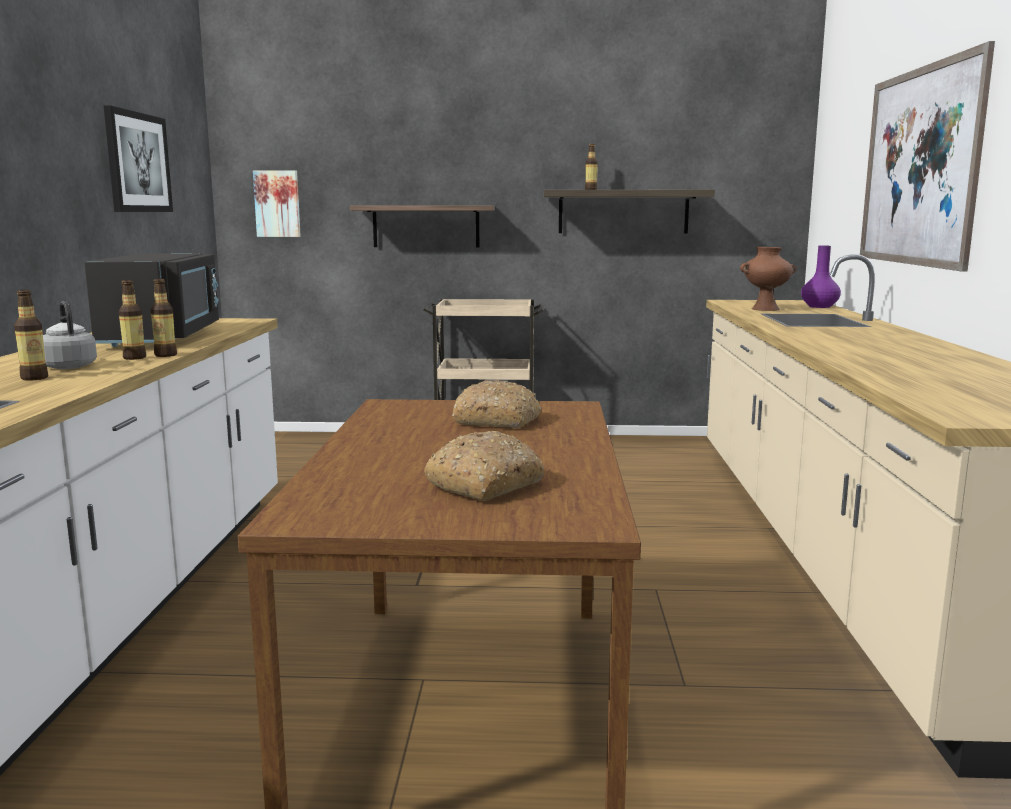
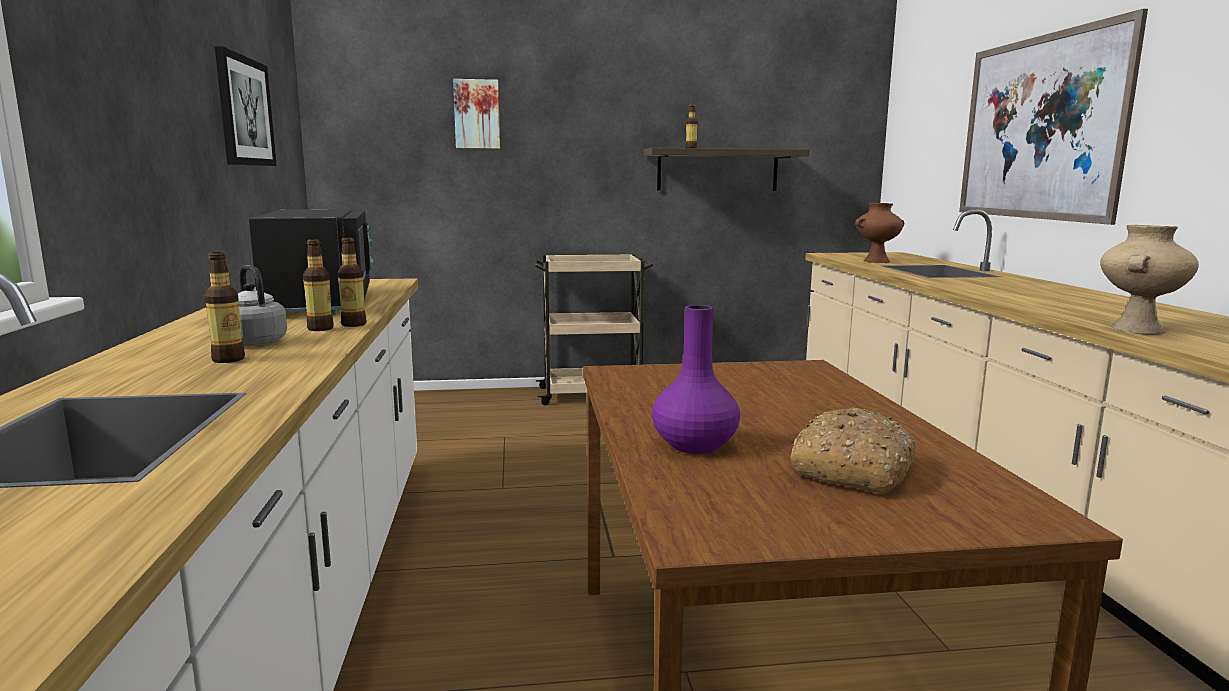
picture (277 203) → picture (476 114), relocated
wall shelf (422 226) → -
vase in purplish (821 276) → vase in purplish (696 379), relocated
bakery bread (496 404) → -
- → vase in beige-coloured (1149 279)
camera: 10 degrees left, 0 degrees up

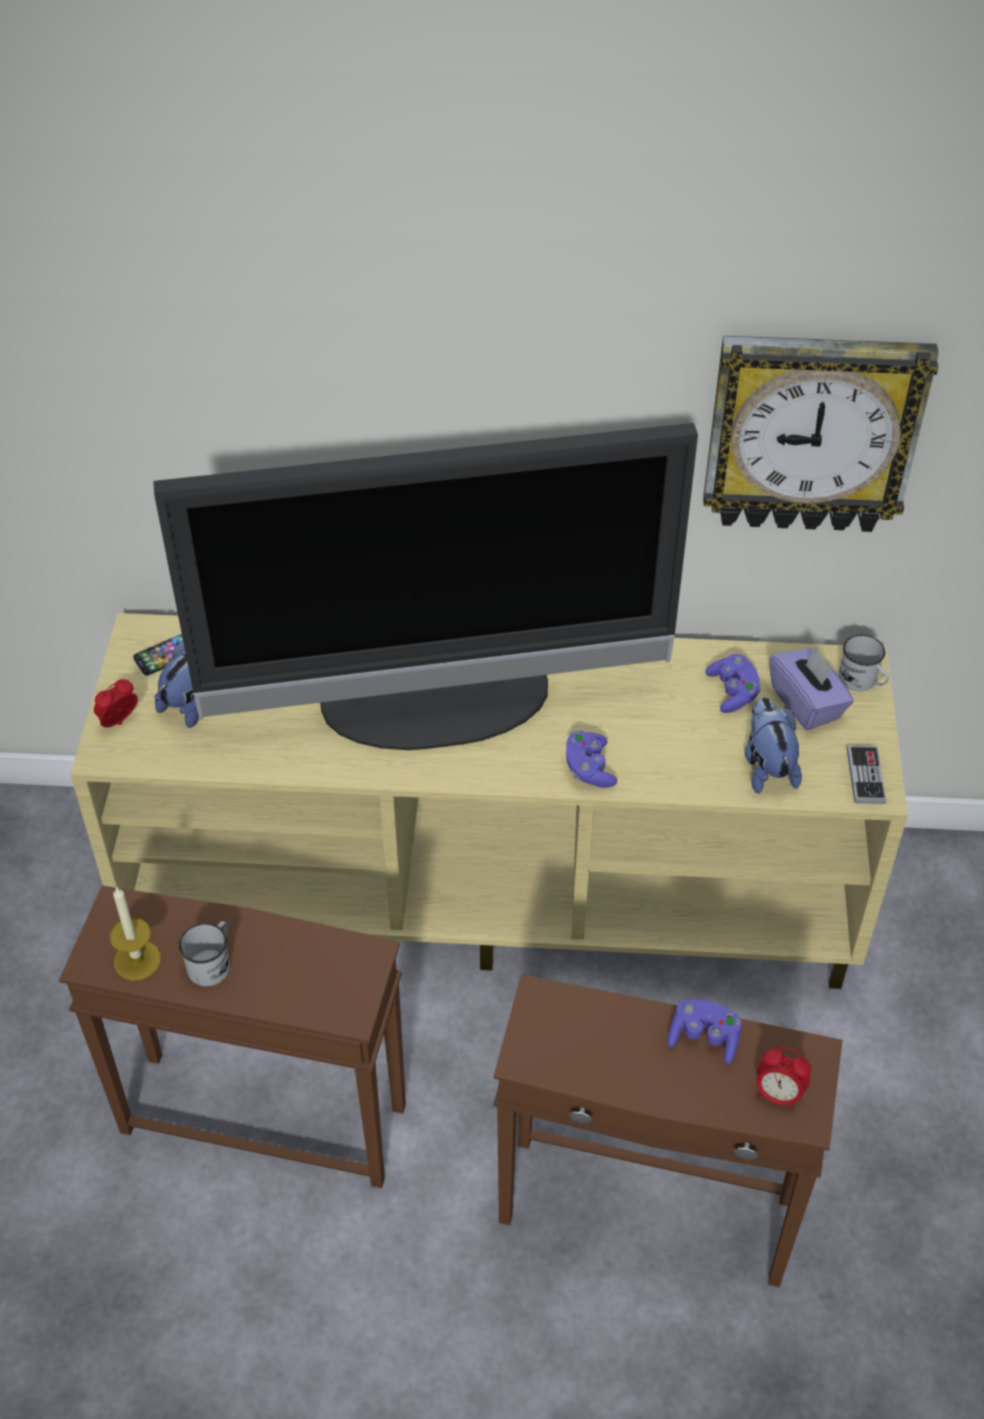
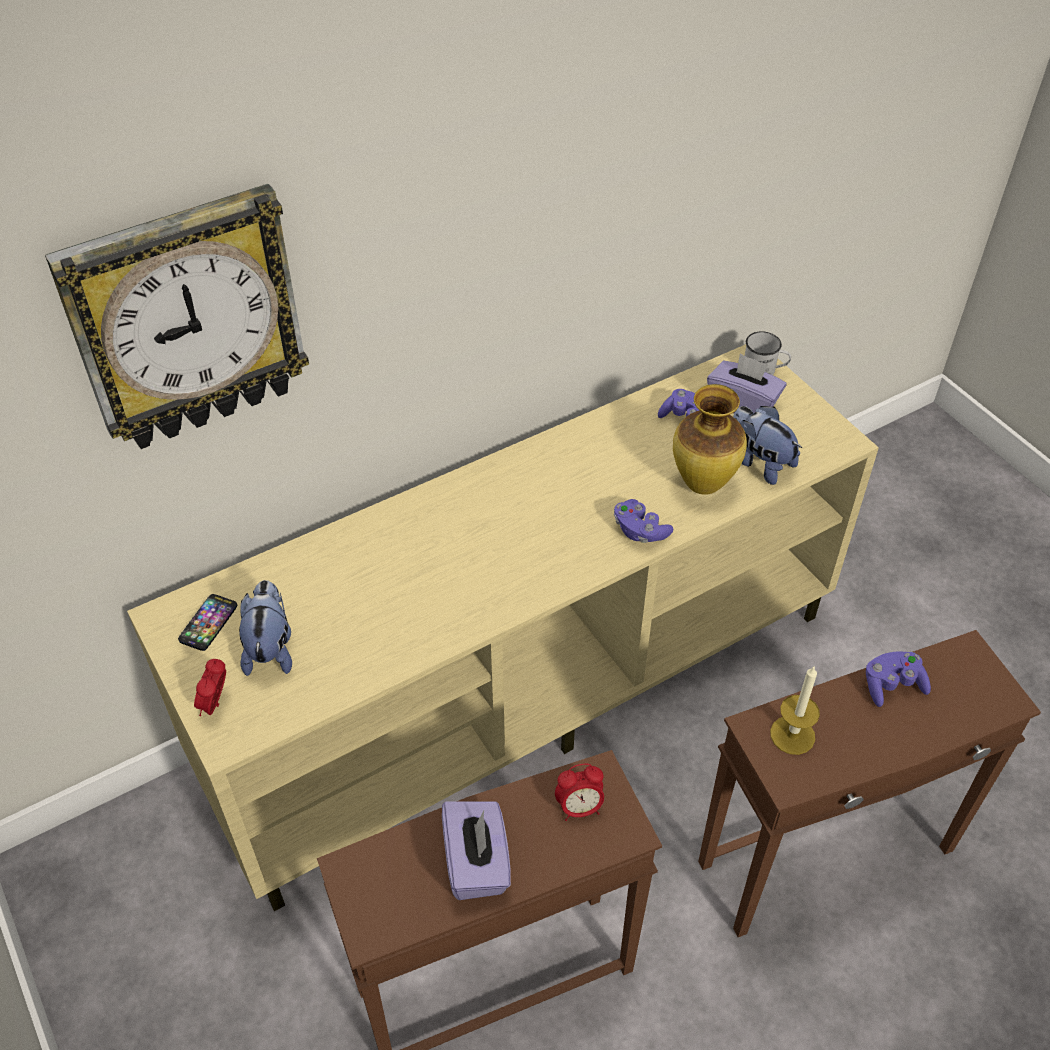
hanging clock (821 434) → hanging clock (177 316), relocated
TV set (425 586) → -
game controller (866 774) → -
wax light (135 933) → wax light (795 711), relocated
coffee mug in whitish (204 953) → box of tissues in purplish (476 850)
alarm clock (784 1079) → alarm clock (579 792), relocated
- → vase (710 439)
camera: 35 degrees left, 0 degrees up

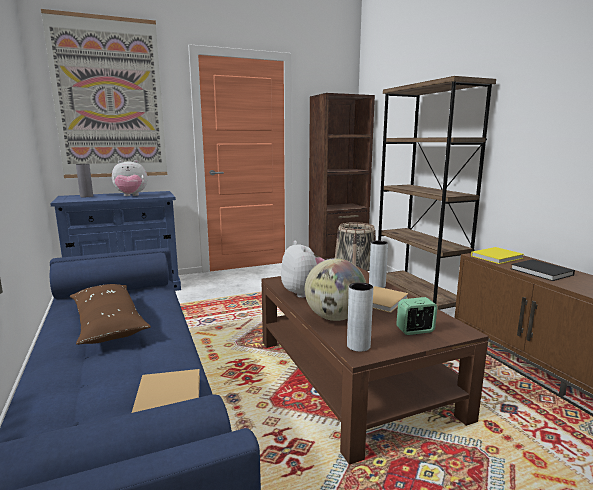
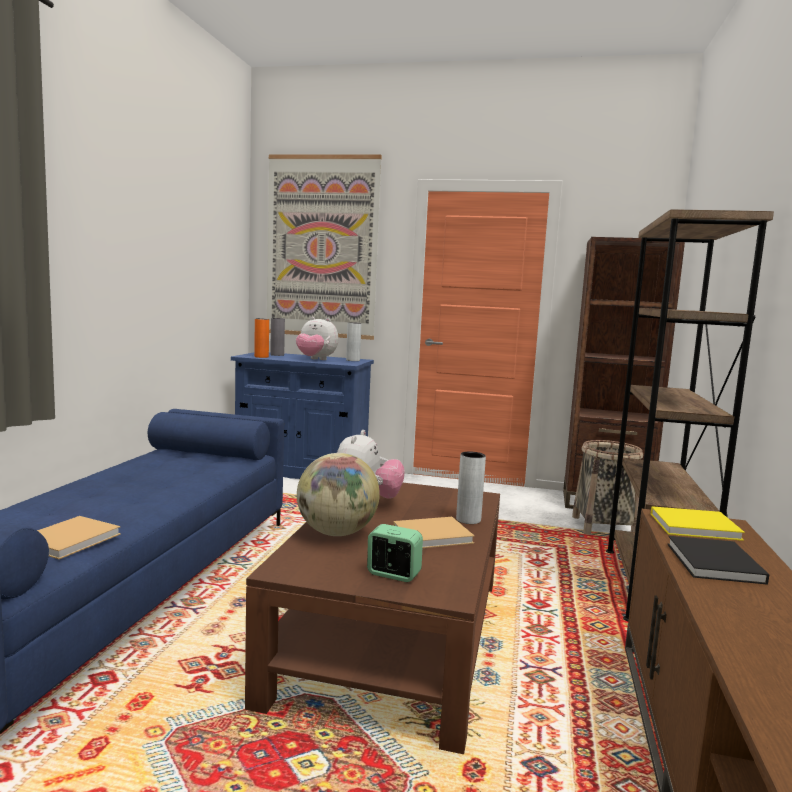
vase in greyish (360 317) → vase in greyish (353 341), relocated
pillow in brown (110 314) → -
- → vase in orange-coloured (261 338)
camera: 35 degrees right, 5 degrees down

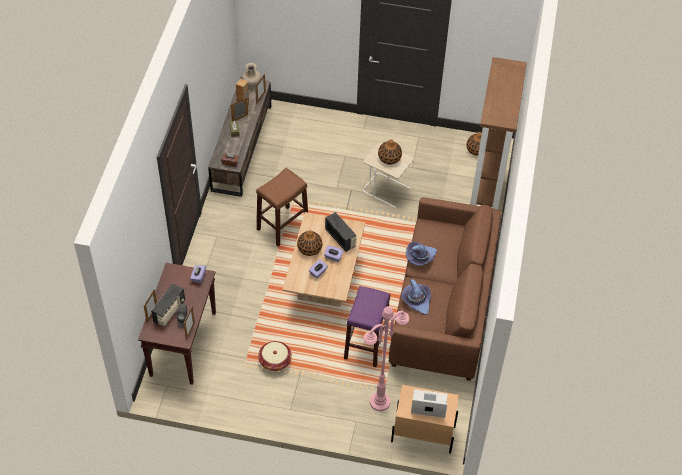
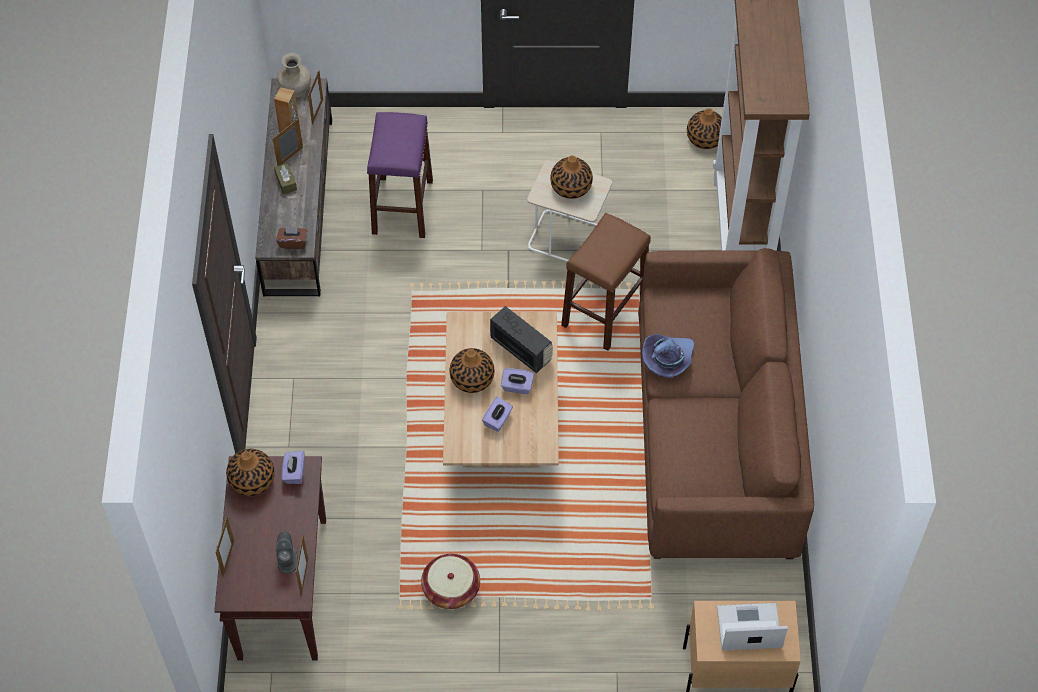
stool seat in brown (282 207) → stool seat in brown (606 281), relocated
clothing hat in purplish (416 297) → -
radio receiver (168 305) → -
stool seat in purplish (367 326) → stool seat in purplish (400 175), relocated
floor lamp in pink (386 358) → -
- → vase (250 472)
camera: 10 degrees left, 5 degrees up

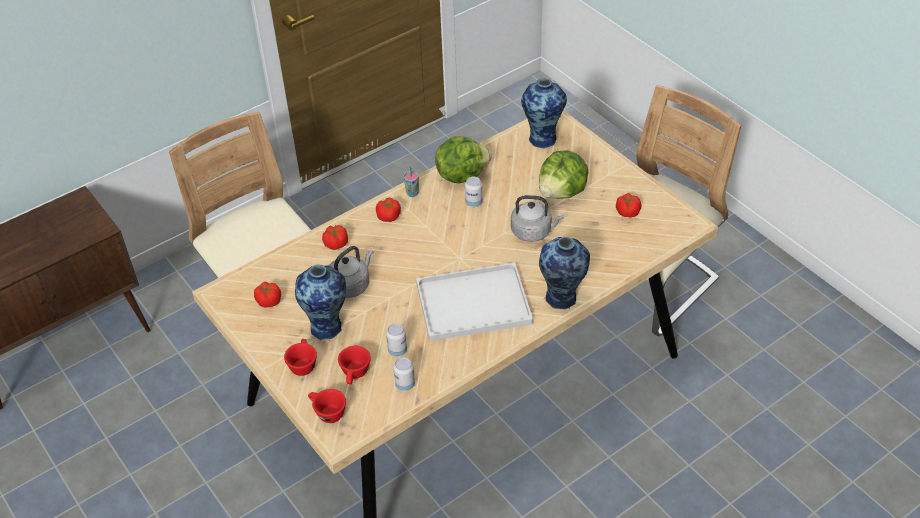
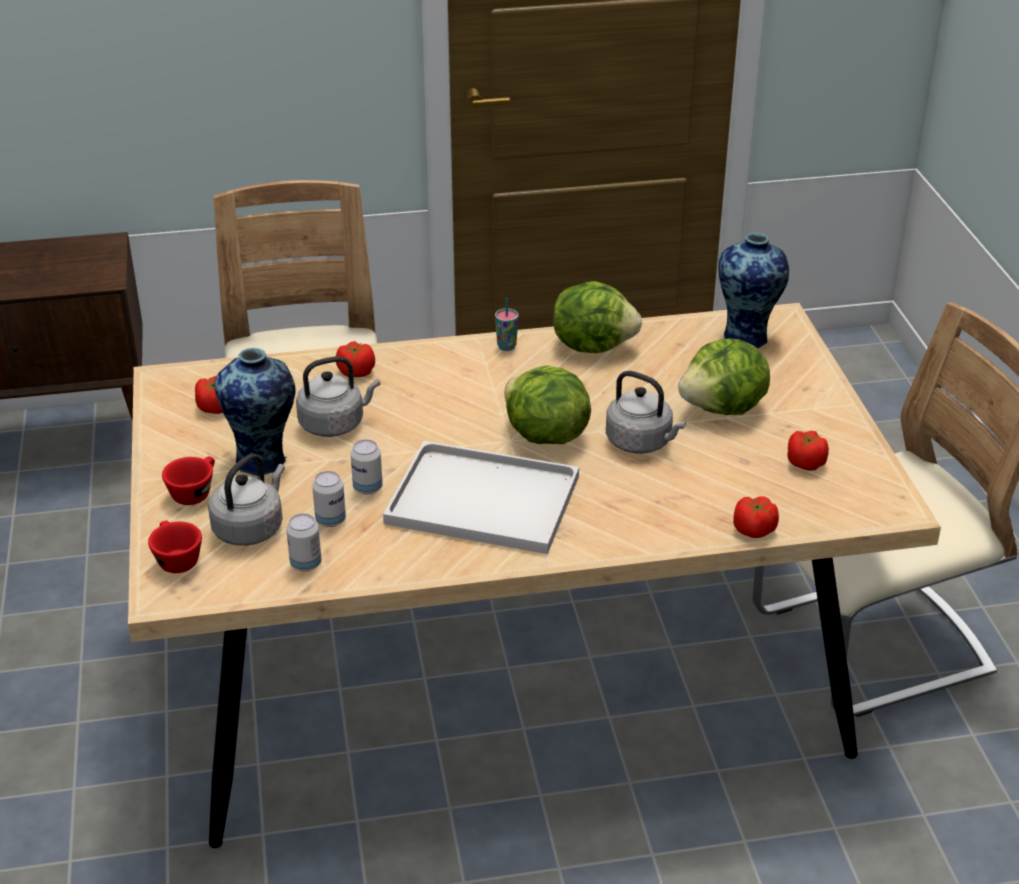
can (473 192) → can (367 467), relocated
whole tomato (388 210) → whole tomato (756 517), relocated
vase (564 273) → -
drinking cup in reddish (354 365) → water kettle in greyish (246 500)
- → lettuce (548 405)
camera: 25 degrees right, 10 degrees down

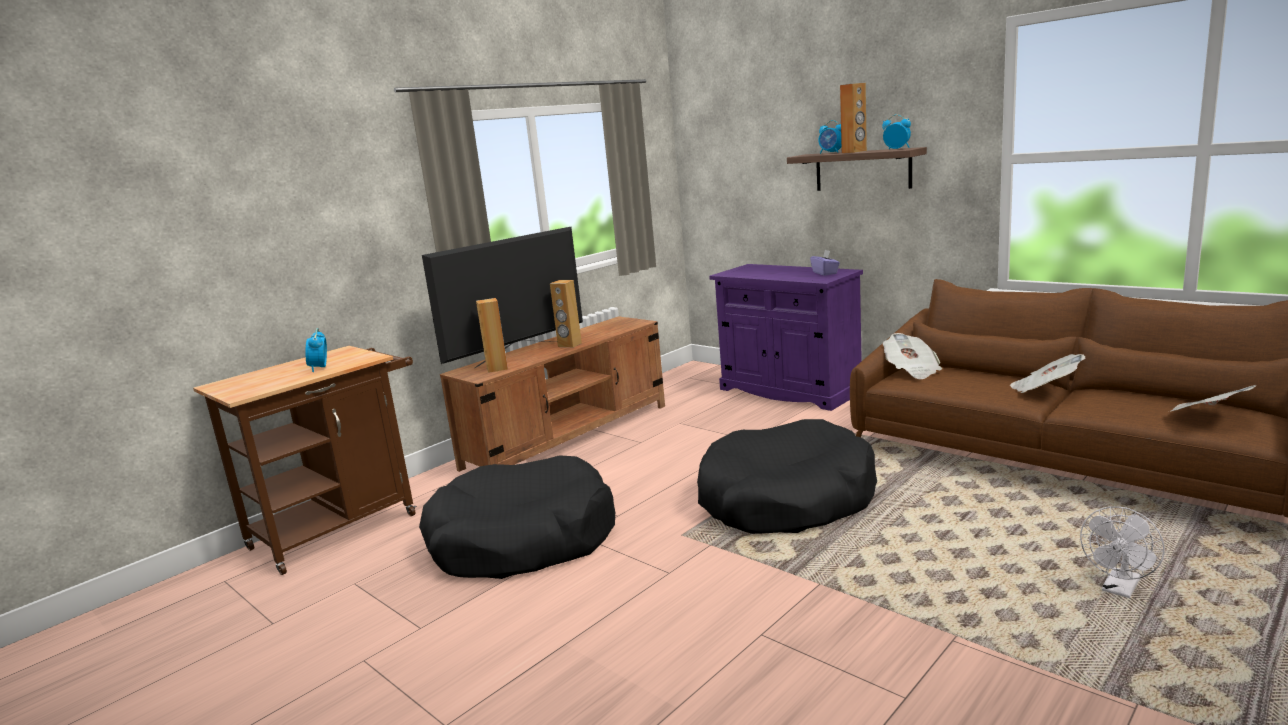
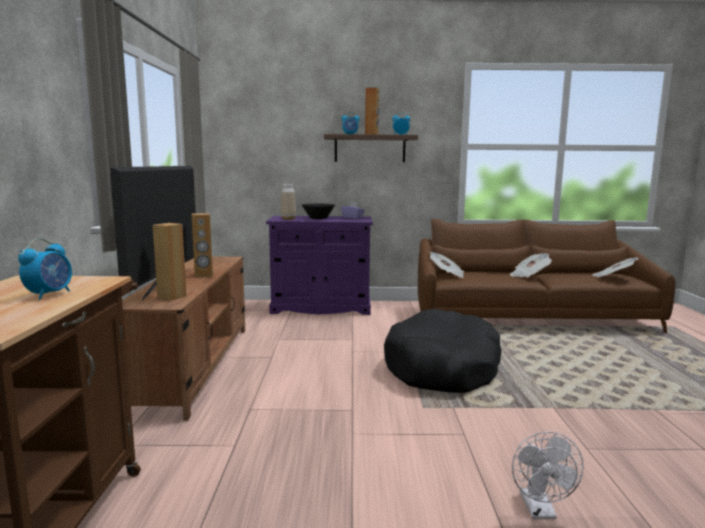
alarm clock (316 350) → alarm clock (45 269), 105 degrees counterclockwise
pet bed in blackish (517 517) → -
cooling fan in whitish (1122 552) → cooling fan in whitish (548 475), relocated
- → vase (288 202)
- → bowl in blackish (318 212)
camera: 45 degrees left, 5 degrees down

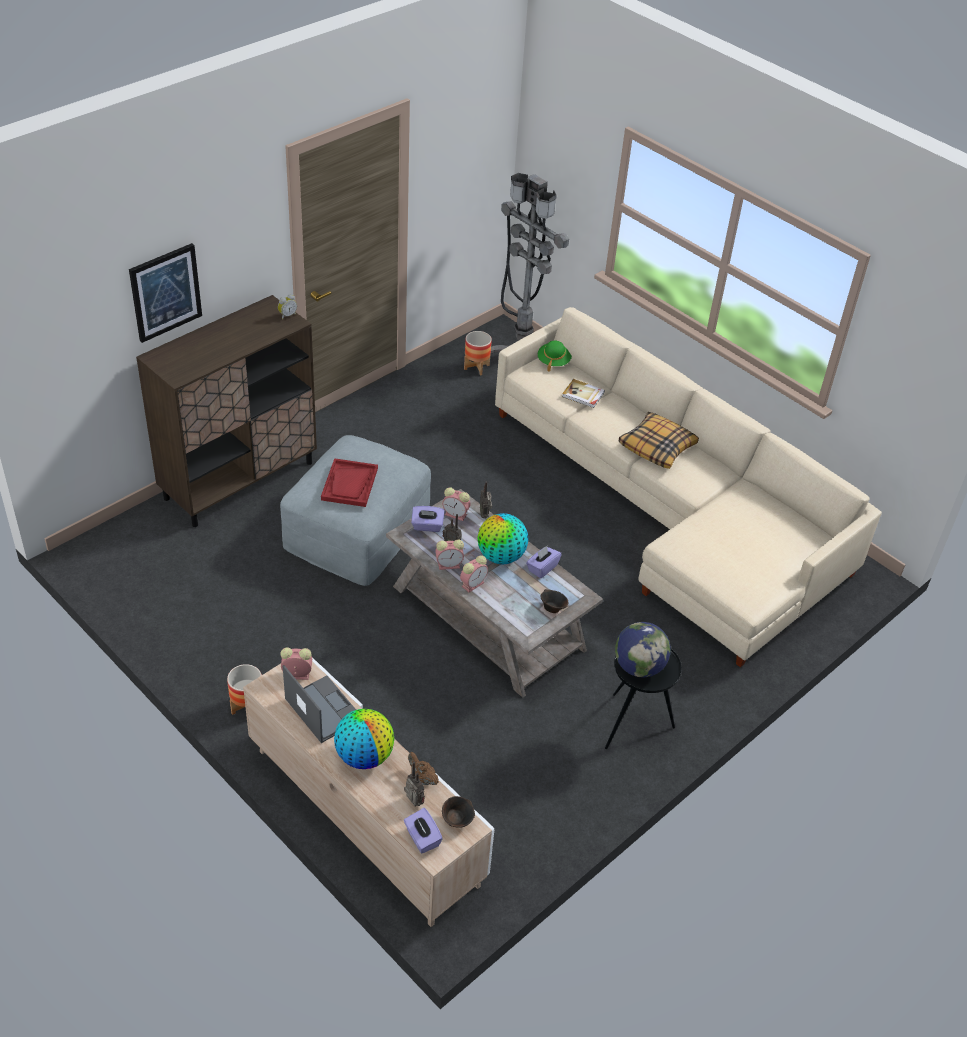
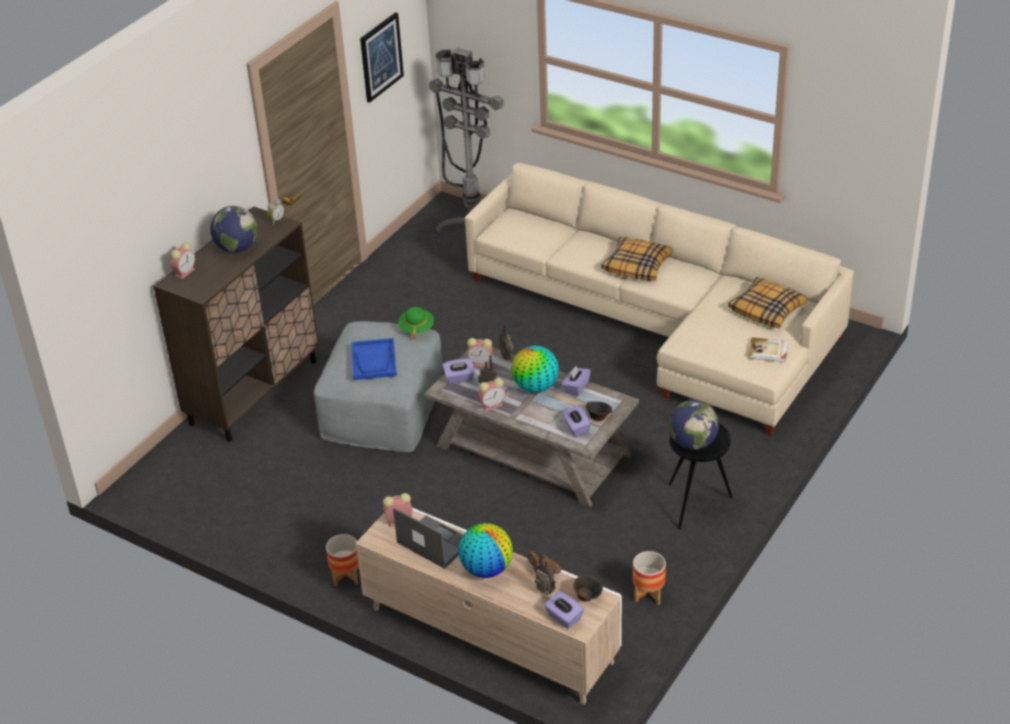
picture (165 293) → picture (382 57), relocated
planter (478 353) → planter (649 578), relocated
clothing hat in greenish (555 356) → clothing hat in greenish (416 323), relocated
volume (583 393) → volume (768 349), relocated
tray in reddish (349 482) → tray in blue (374 359)
alarm clock (474 573) → alarm clock (182 260), relocated
- → globe (234 229)
- → pillow (767 302)
- → box of tissues in purplish (576 421)
camera: 10 degrees left, 5 degrees down

